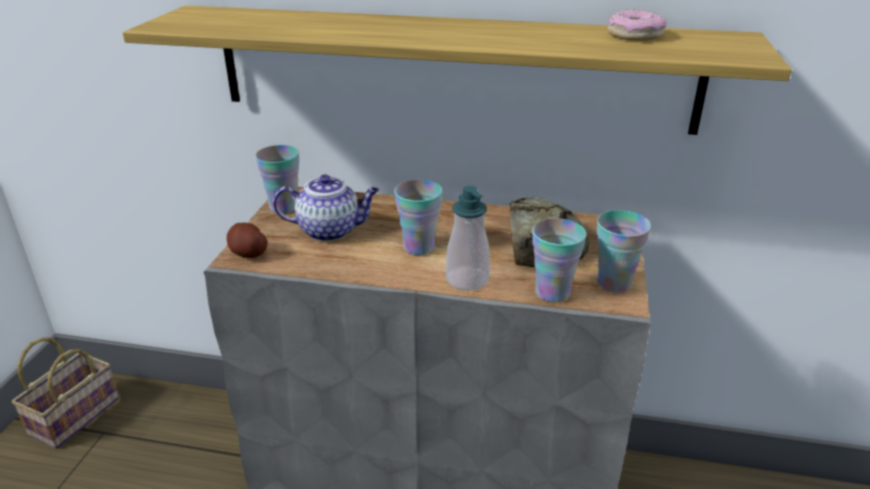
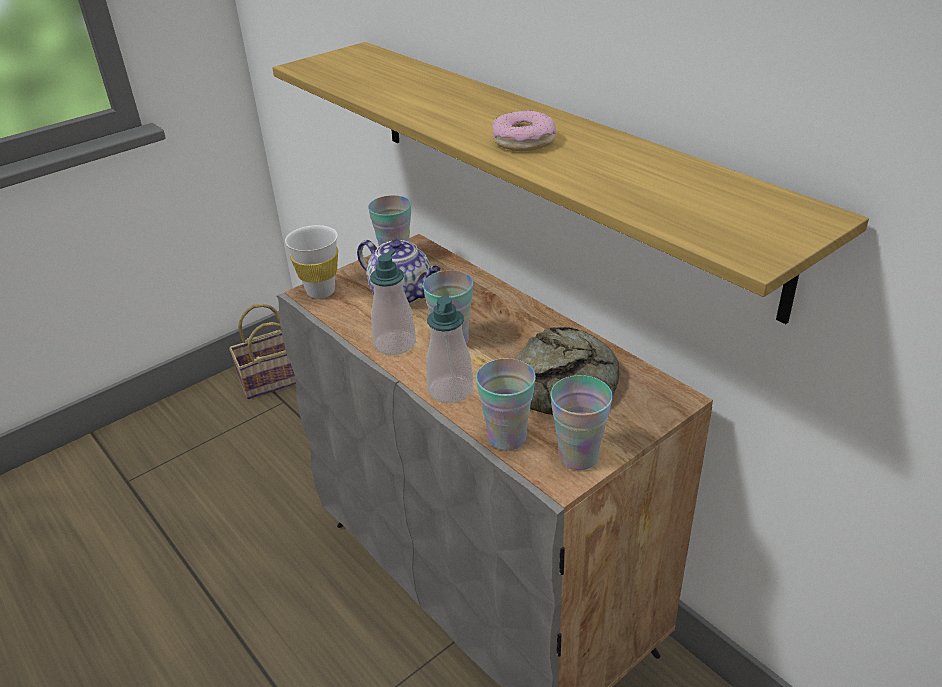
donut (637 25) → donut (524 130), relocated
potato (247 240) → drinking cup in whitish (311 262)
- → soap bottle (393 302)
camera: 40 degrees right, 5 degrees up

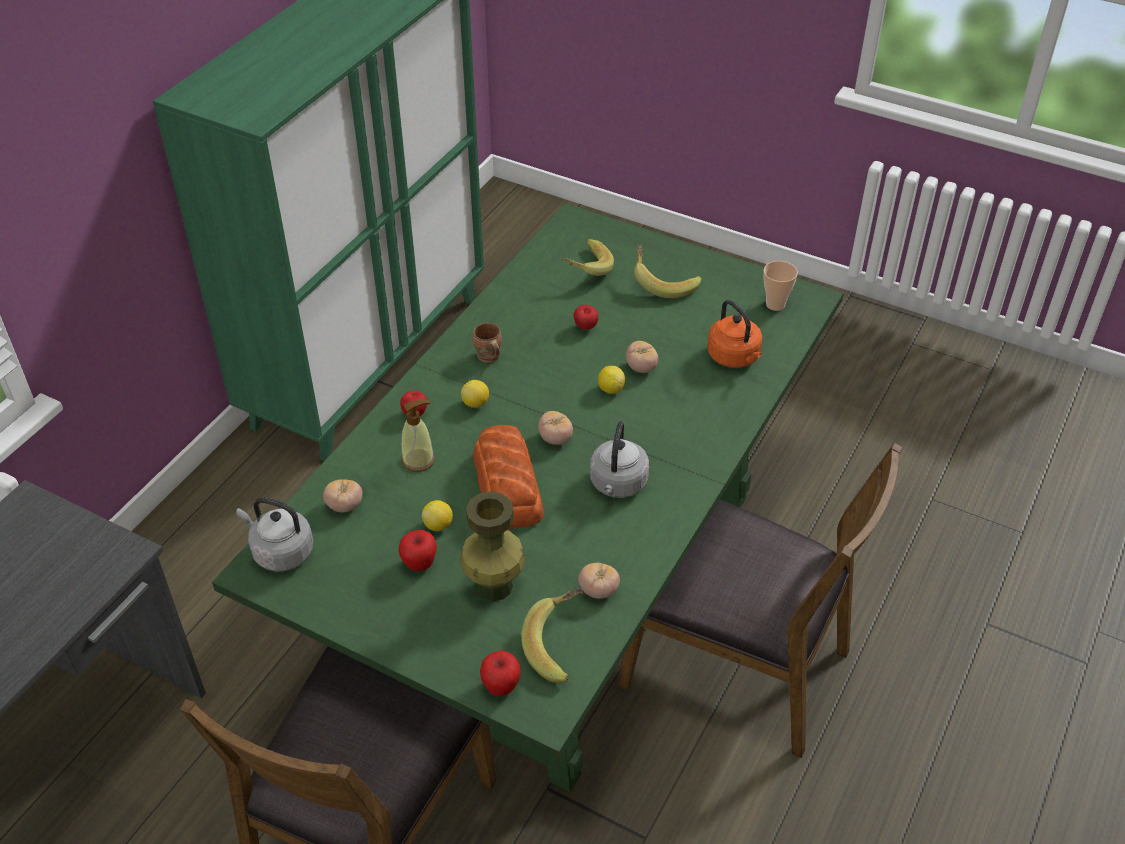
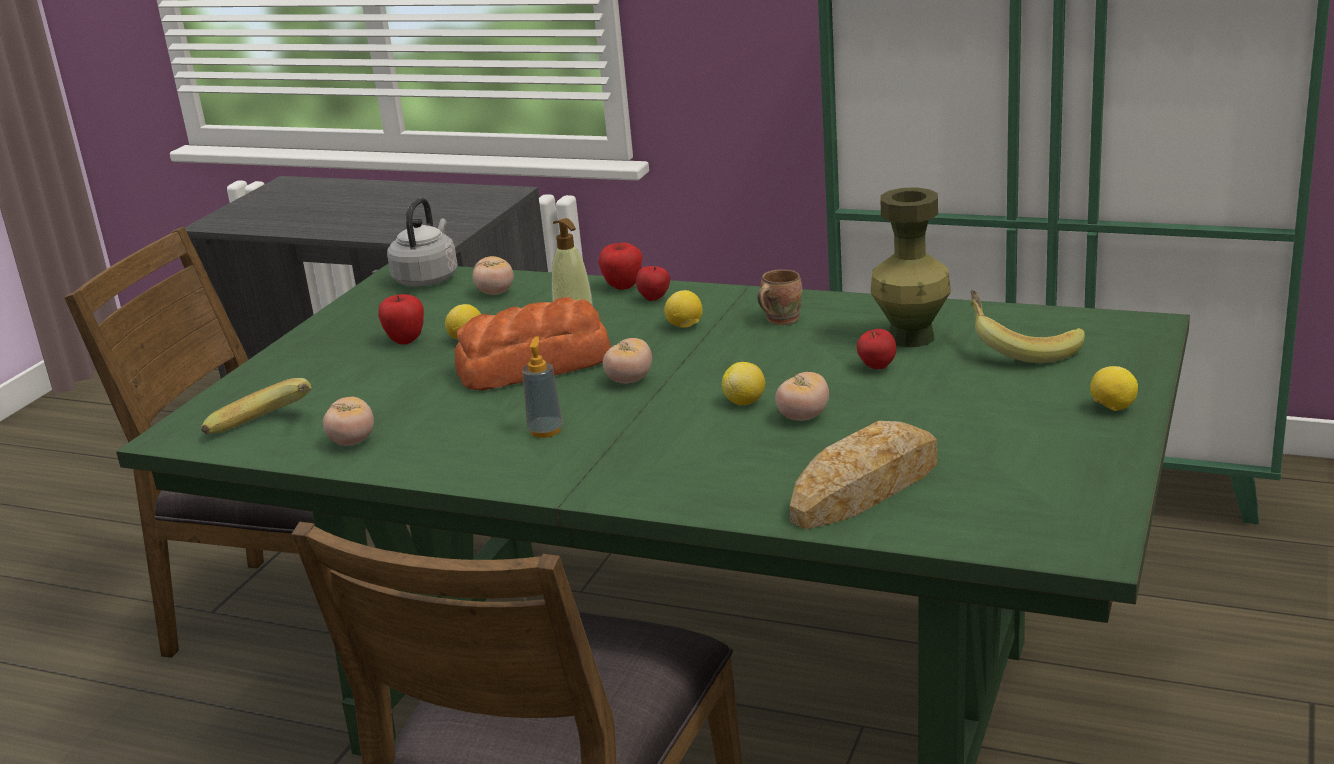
banana fruit (668 270) → -
drinking cup (780 286) → -
water kettle in orange-coloured (734 334) → bakery bread (863 475)
water kettle in greyish (619 459) → soap bottle (542 387)
vase in greenish (493 546) → vase in greenish (911 267), relocated
whole apple (500 673) → whole apple (620 266), relocated
- → lemon (1114 388)
camera: 85 degrees right, 20 degrees down

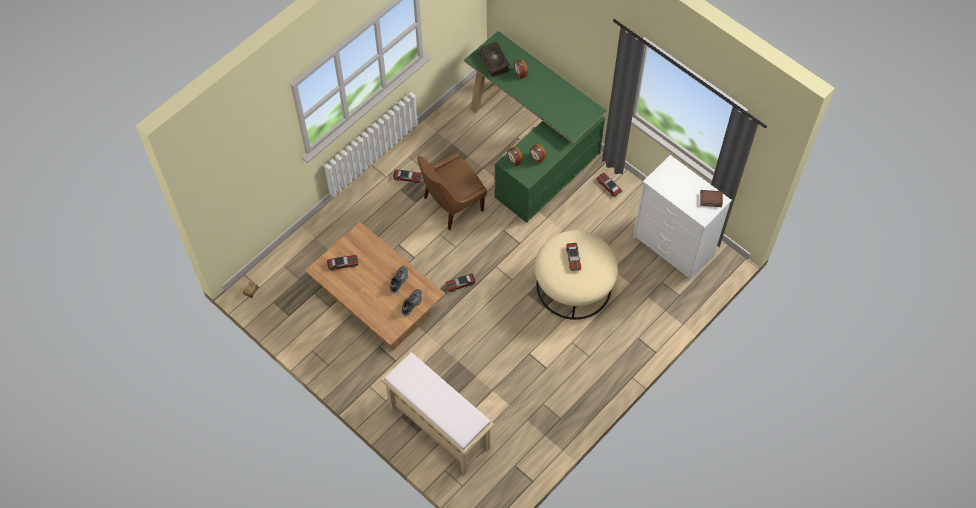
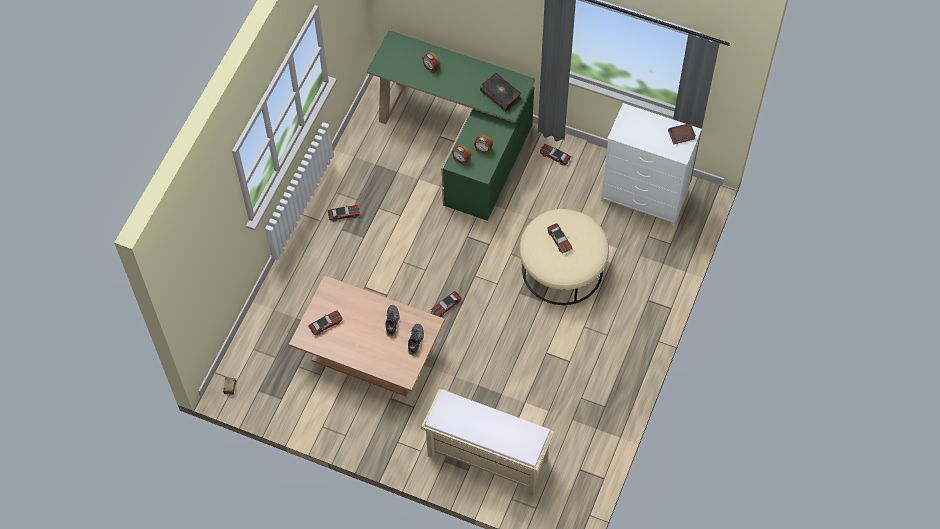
volume (494 60) → volume (500 92), relocated
upright chair in brown (452 191) → -
camera: 20 degrees left, 0 degrees up

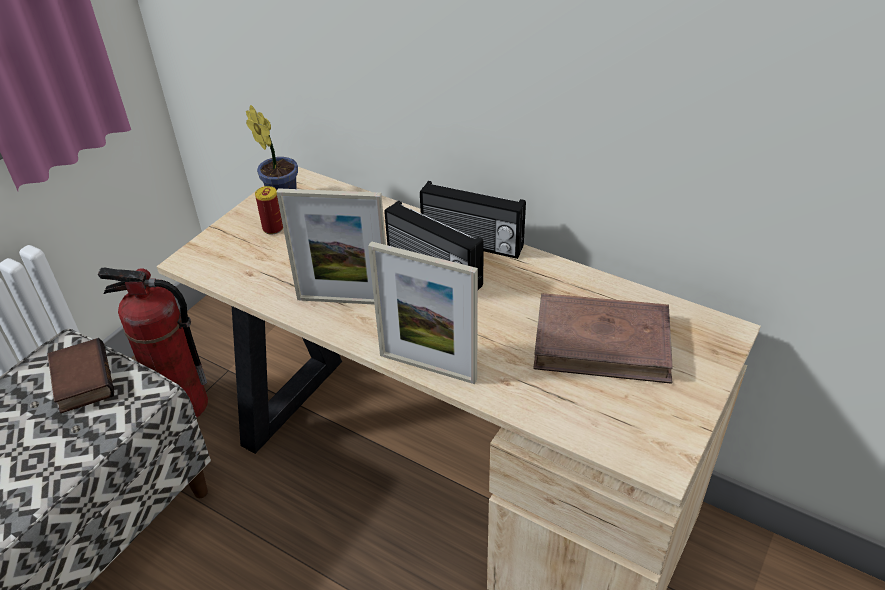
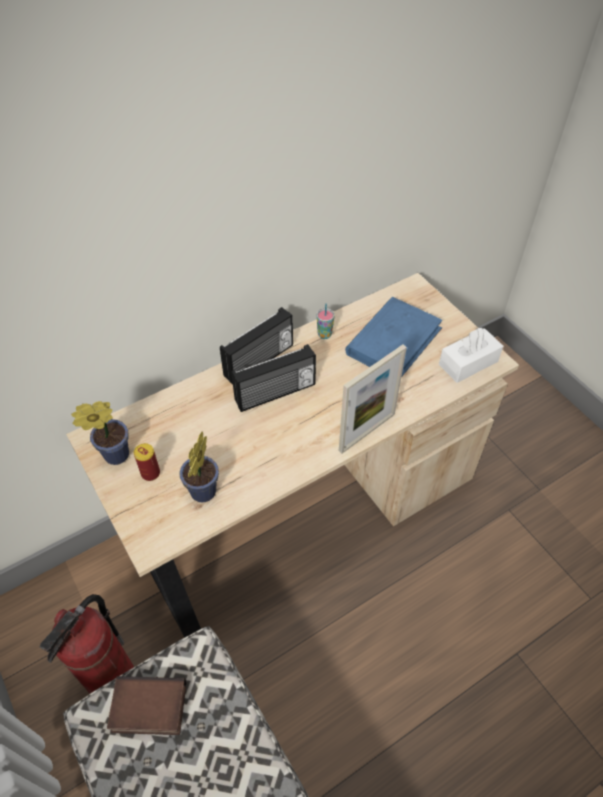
standing frame (331 246) → -
volume in brown (603 338) → volume in blue (393 336)
- → drinking cup (326 321)
- → box of tissues in whitish (471 355)
- → houseplant (199 467)
camera: 65 degrees left, 10 degrees up

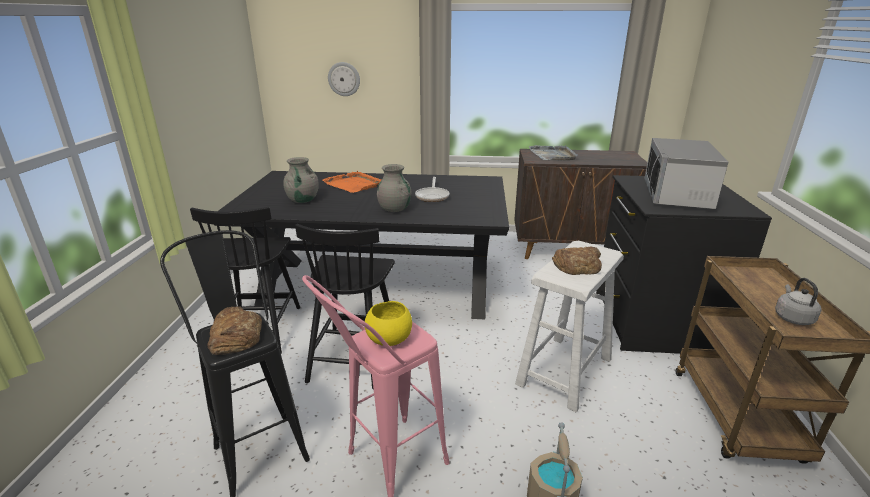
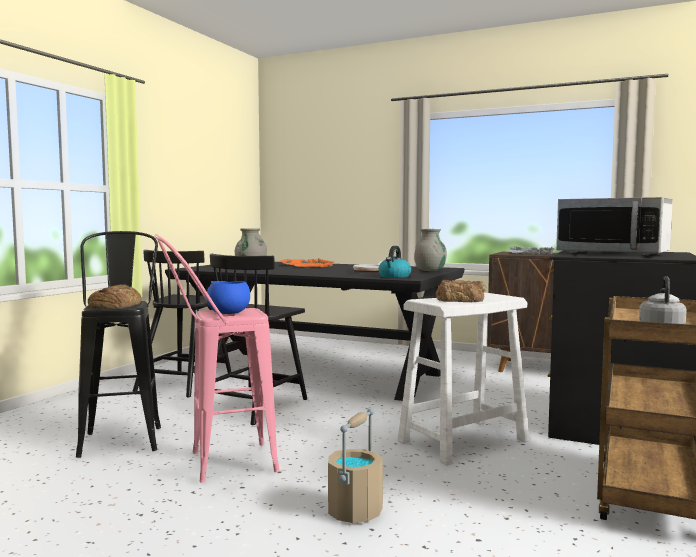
hanging clock (344 79) → -
kitchen microwave (686 173) → kitchen microwave (614 226), 90 degrees counterclockwise
vase in greyish (394 188) → vase in greyish (430 250), relocated
bowl in yellow-coloured (388 323) → bowl in blue (228 297)
- → water kettle (394 262)
camera: 20 degrees right, 20 degrees down

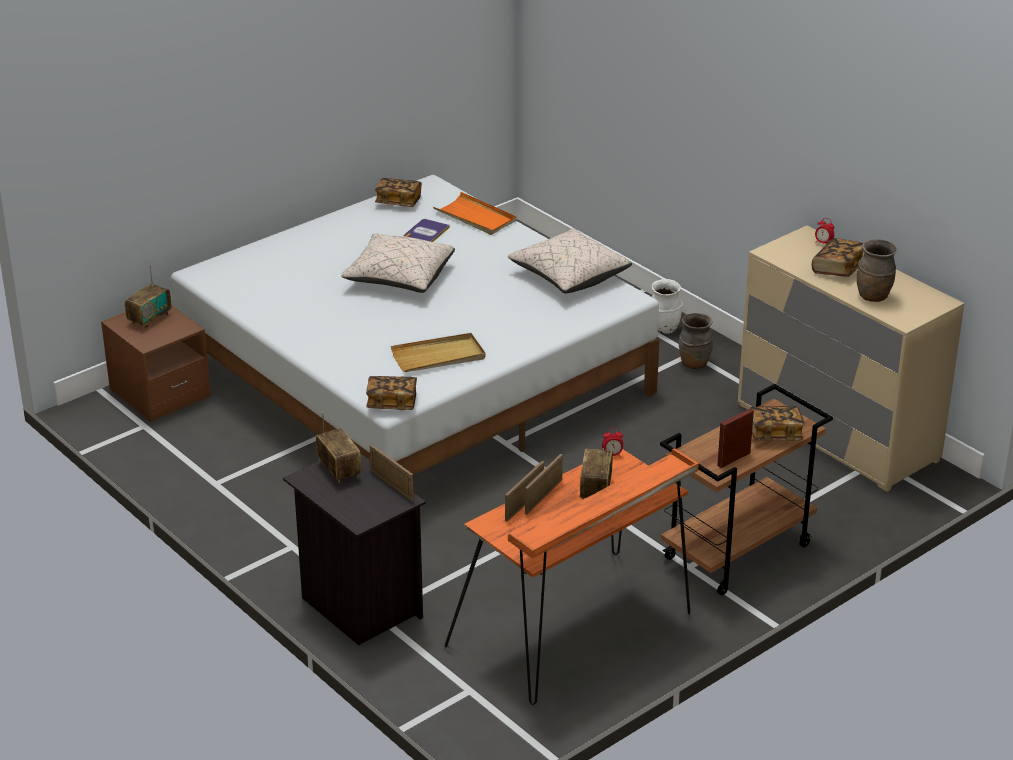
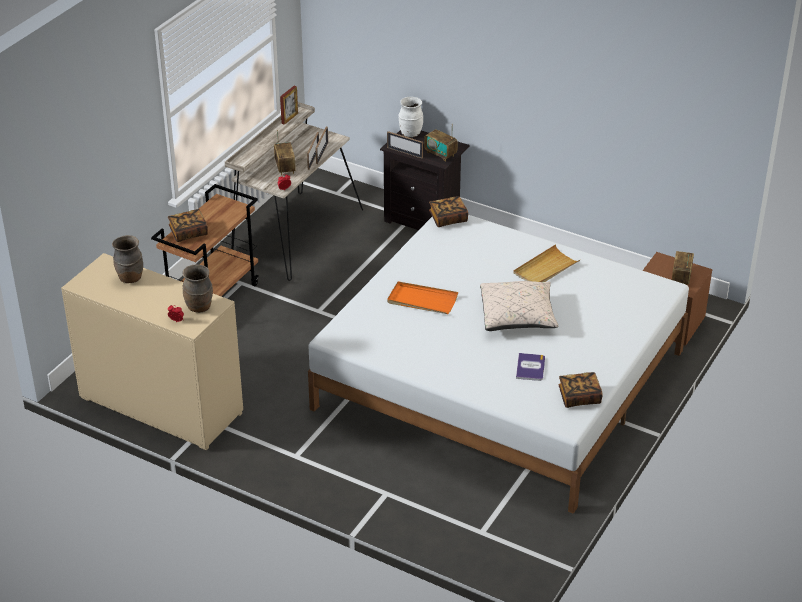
tray in orange-coloured (474 213) → tray in orange-coloured (422 297), relocated
pillow in beige-coloured (570 261) → -
volume (838 257) → -
vase in whitish (667 306) → vase in whitish (411 117), relocated
vase in brown (696 341) → vase in brown (198 289), relocated
tray in beige-coloured (438 352) → tray in beige-coloured (546 263), relocated
standing frame (735 438) → standing frame (289 105), relocated
desk in orange-coloured (572 577) → desk in beige-coloured (294 191)
camera: 160 degrees right, 5 degrees up

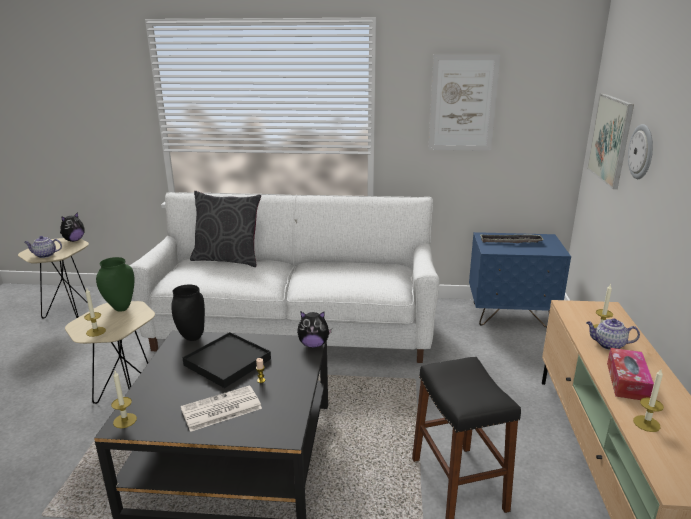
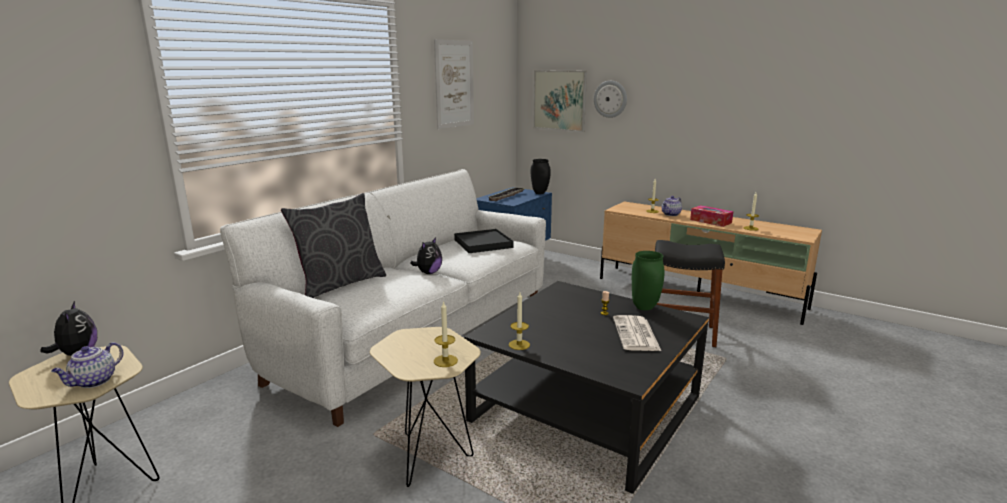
vase in greenish (115 284) → vase in greenish (648 280), relocated
vase in blackish (188 313) → vase in blackish (541 176), relocated
plush toy (314 329) → plush toy (426 255), relocated
tray in blackish (226 360) → tray in blackish (483 241), relocated
wax light (124 399) → wax light (519 321), relocated
camera: 60 degrees left, 5 degrees down

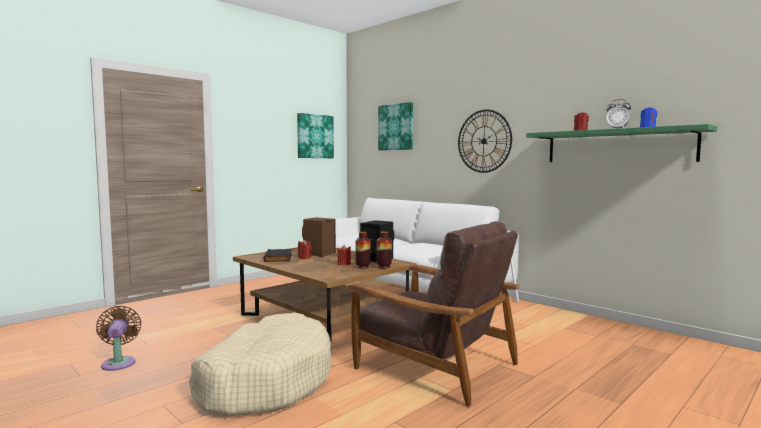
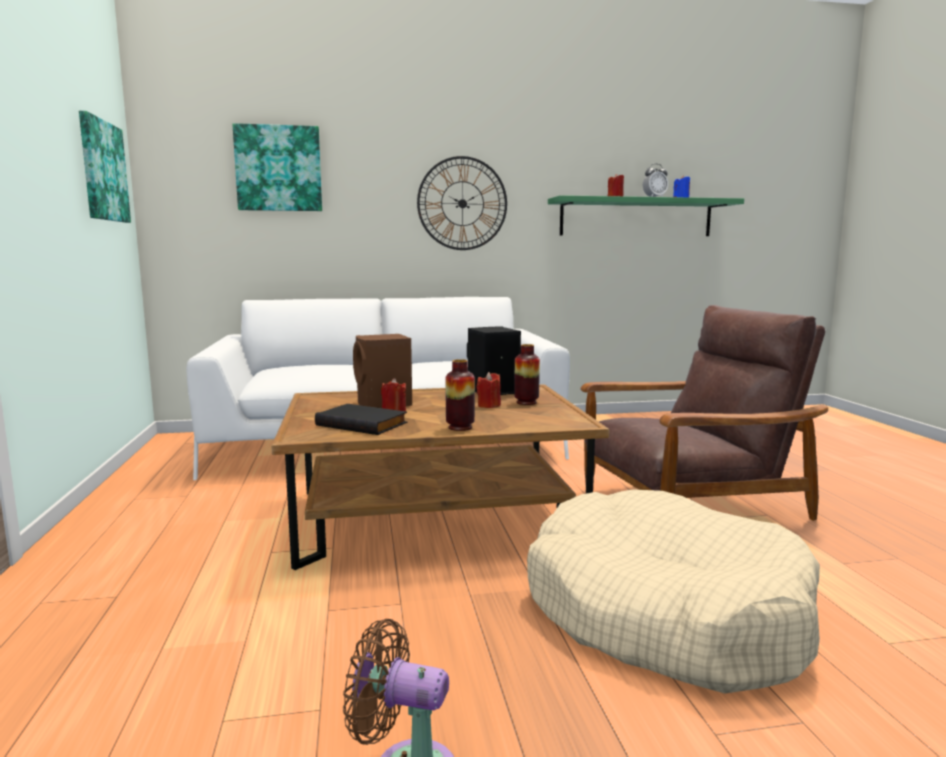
vase (384 249) → vase (460 395), relocated
camera: 55 degrees left, 5 degrees up

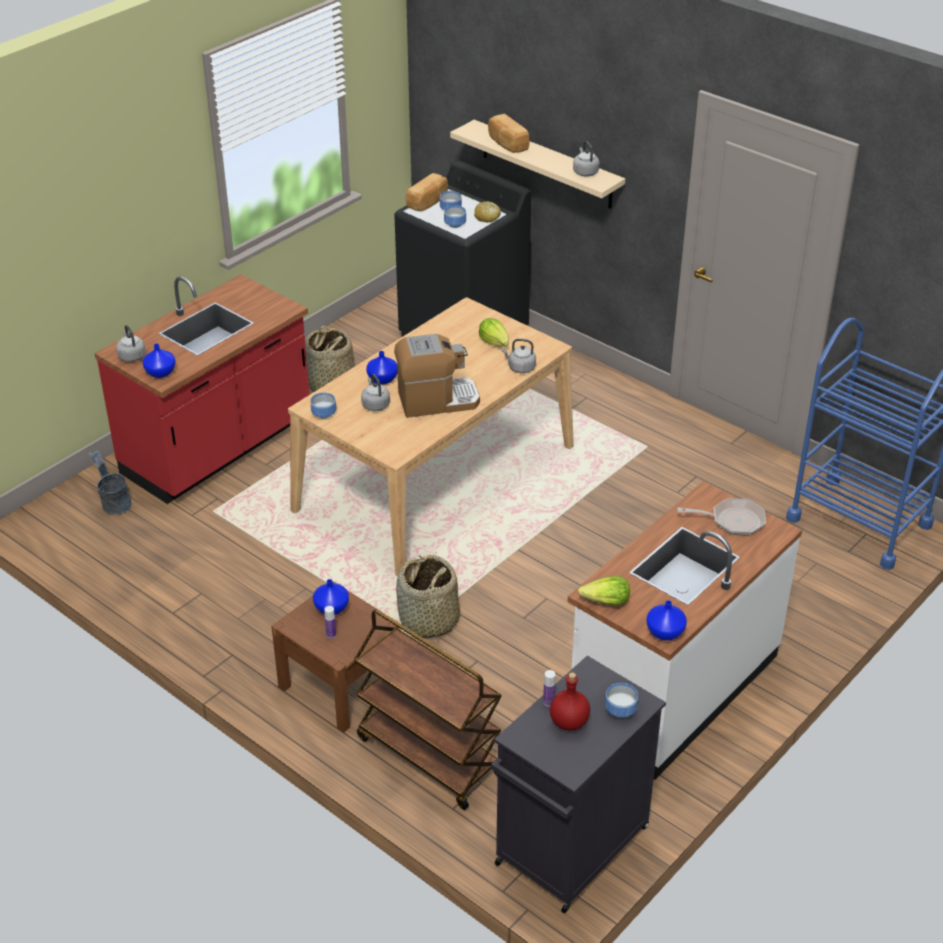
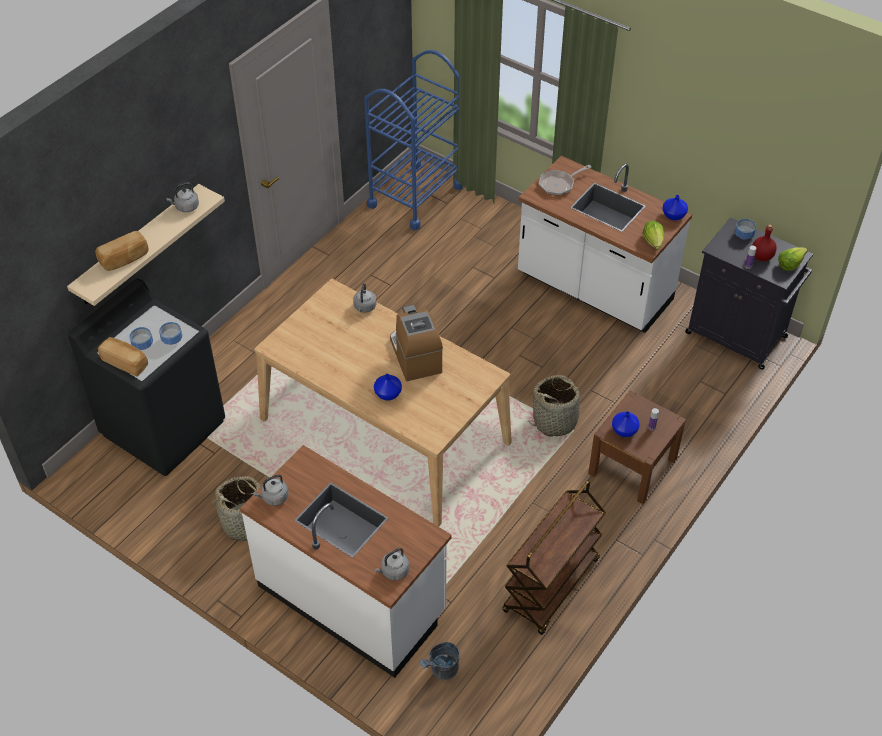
bakery bread (487 211) → -
kitchen counter in reddish (201 389) → kitchen counter in whitish (346 561)
lettuce (494 332) → lettuce (792 259), relocated
vase in blue (159 361) → -
water kettle in greyish (375 392) → water kettle in greyish (271 490), relocated
bowl (323 405) → -
pan (722 516) → pan (565 180), 120 degrees counterclockwise
trolley in brown (428 709) → trolley in brown (554 557), relocated
camera: 95 degrees left, 10 degrees up

